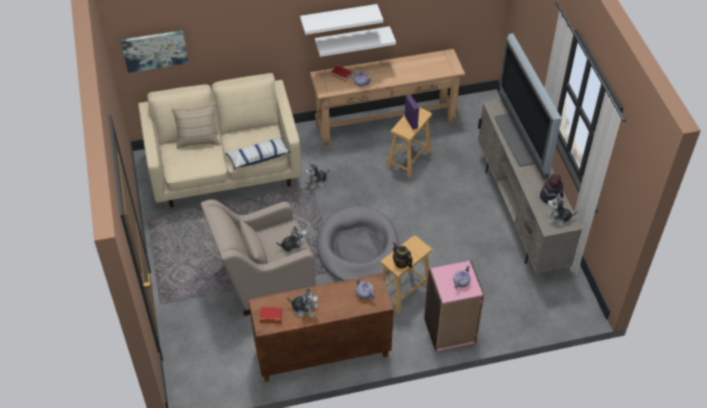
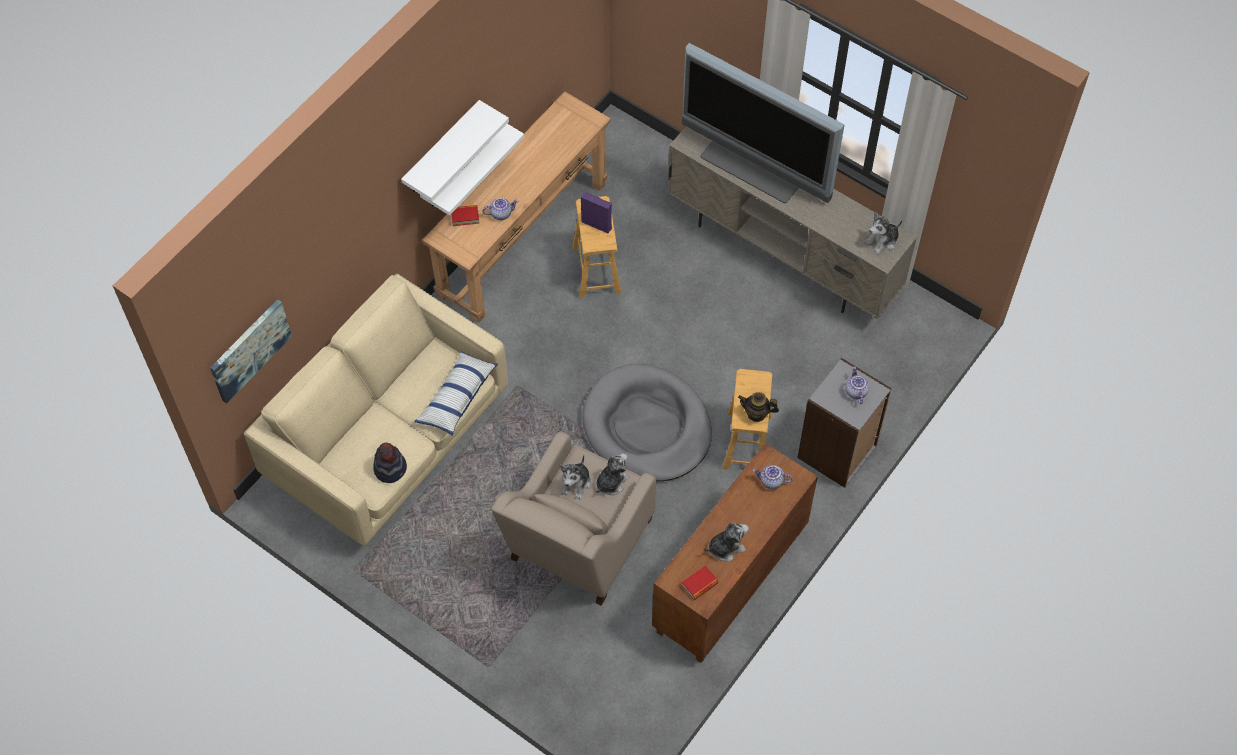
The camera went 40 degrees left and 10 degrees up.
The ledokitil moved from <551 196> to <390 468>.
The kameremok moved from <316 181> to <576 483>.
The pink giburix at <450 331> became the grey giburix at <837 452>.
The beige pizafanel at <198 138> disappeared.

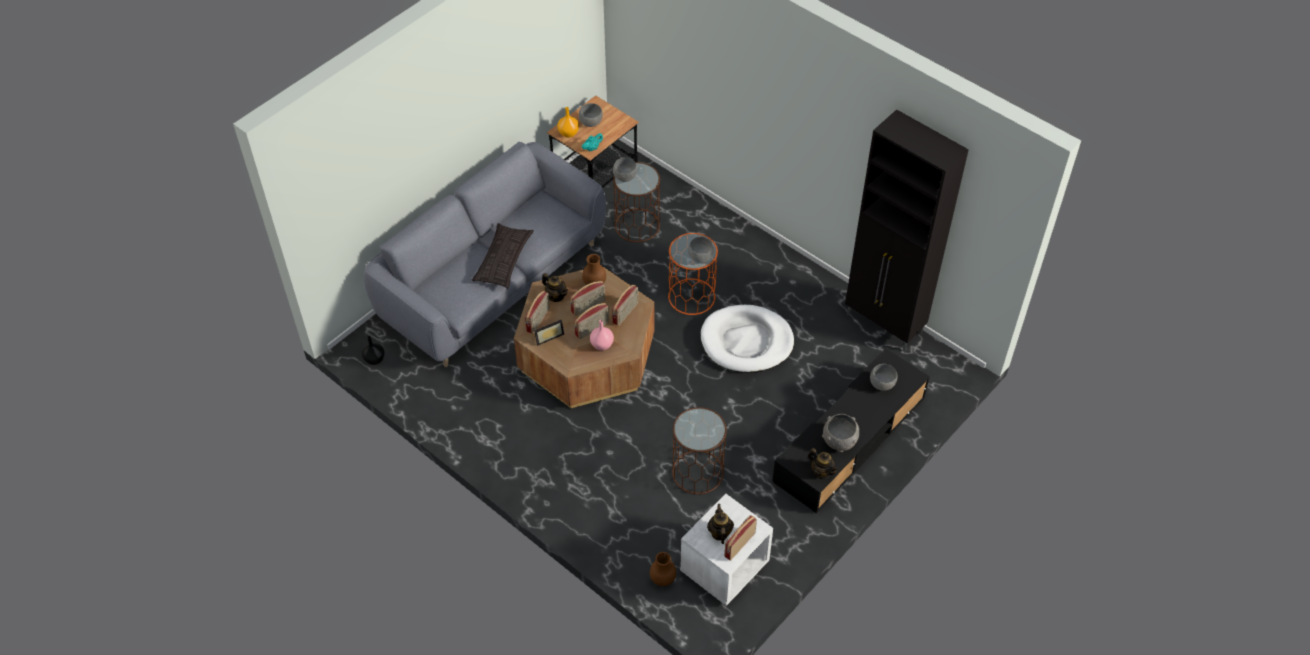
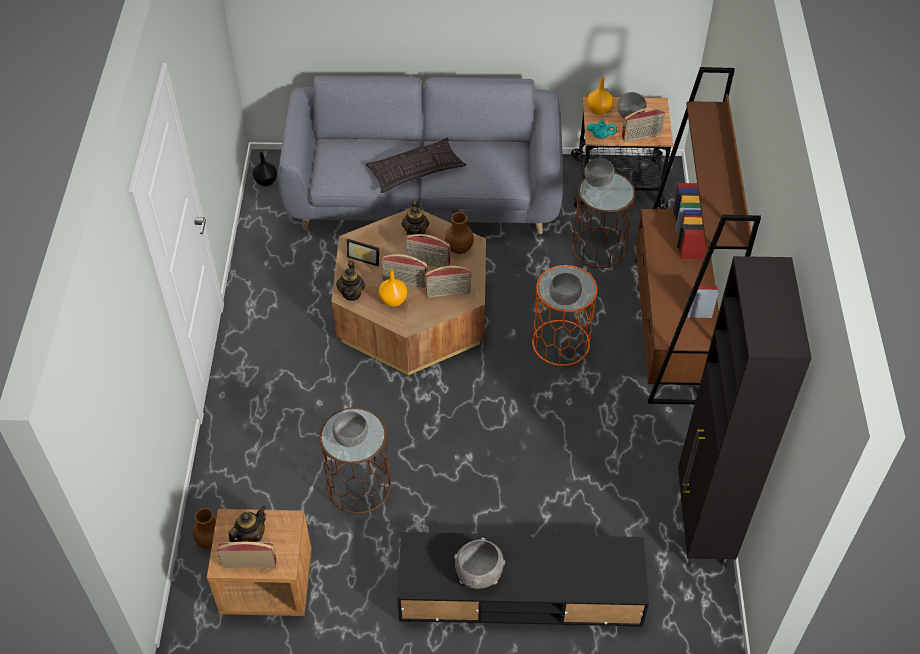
The camera went 50 degrees right and 0 degrees up.
The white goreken at <724 568> became the brown goreken at <266 583>.
The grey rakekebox moved from <882 384> to <352 438>.
The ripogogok moved from <821 472> to <352 293>.
The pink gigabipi at <602 345> became the orange gigabipi at <393 301>.
The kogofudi moved from <538 320> to <642 136>.
The brown giburix at <670 329> appeared.
The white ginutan at <746 342> disappeared.

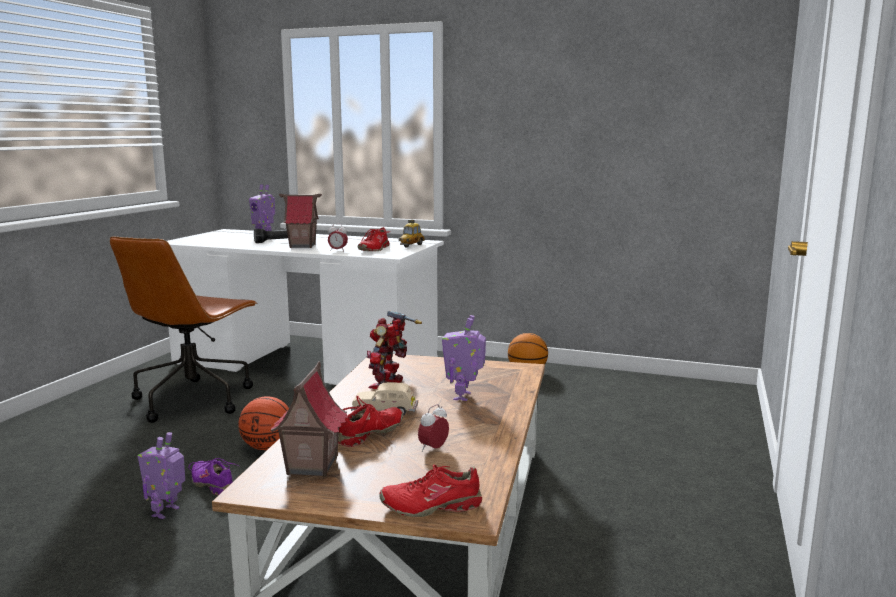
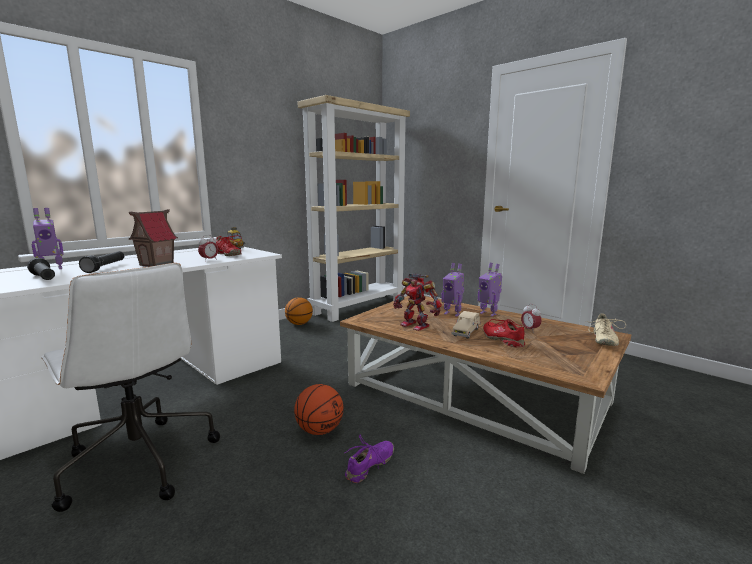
The camera went 65 degrees left and 0 degrees up.
The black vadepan at <44 278> appeared.
The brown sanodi at <194 399> became the white sanodi at <138 461>.
The beige giburix at <359 306> appeared.
The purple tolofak at <213 484> turned 150 degrees clockwise.
The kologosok moved from <167 512> to <488 313>.
The red tolofak at <431 506> became the beige tolofak at <603 340>.
The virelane at <311 466> disappeared.

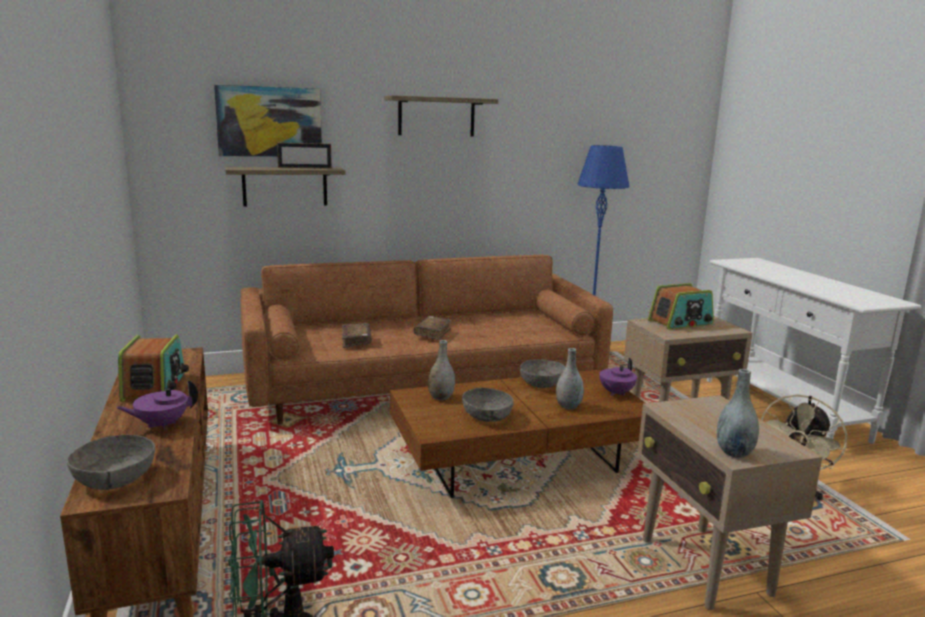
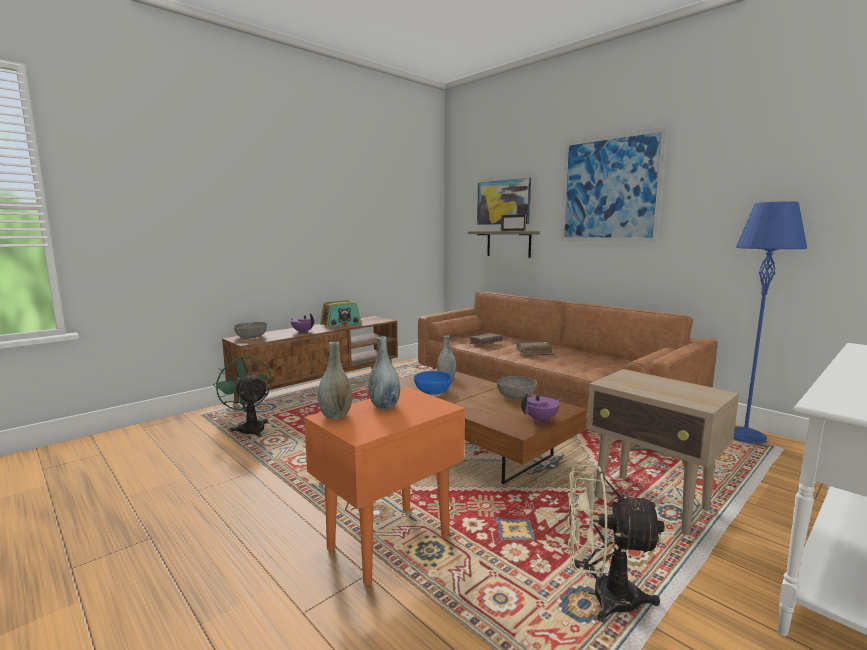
The camera went 65 degrees right and 5 degrees down.
The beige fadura at <705 567> became the orange fadura at <387 543>.
The grey gigabipi moved from <568 406> to <384 406>.
The grey rakekebox at <487 417> became the blue rakekebox at <433 391>.
The purple ripogogok at <615 393> turned 135 degrees clockwise.
The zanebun at <436 116> was replaced by the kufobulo at <609 189>.
The kogofudi at <681 322> disappeared.

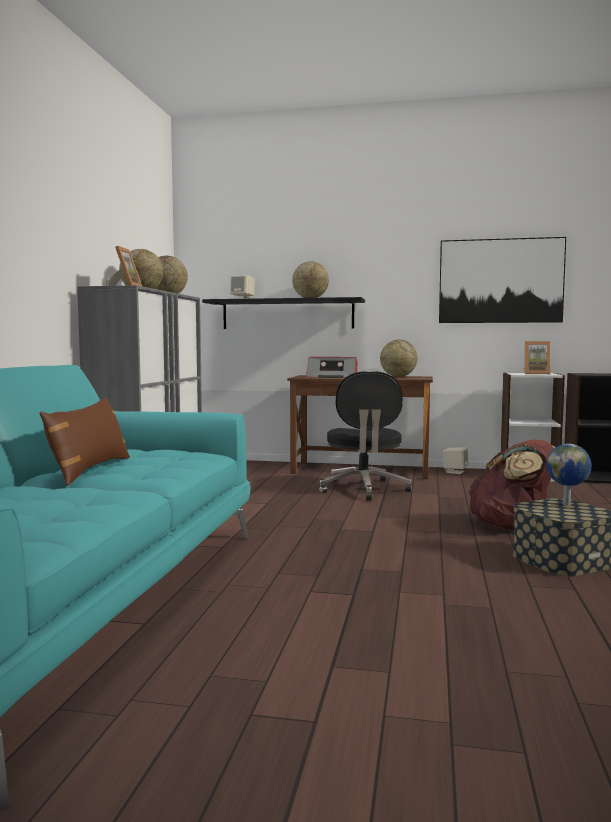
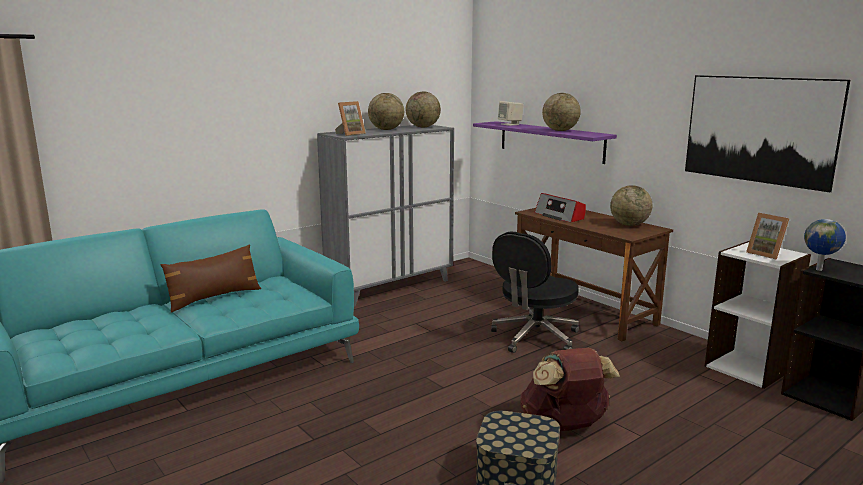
The camera went 40 degrees right and 10 degrees up.
The black zanebun at <287 314> became the purple zanebun at <550 141>.
The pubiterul moved from <567 504> to <820 269>.
The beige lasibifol at <455 472> disappeared.

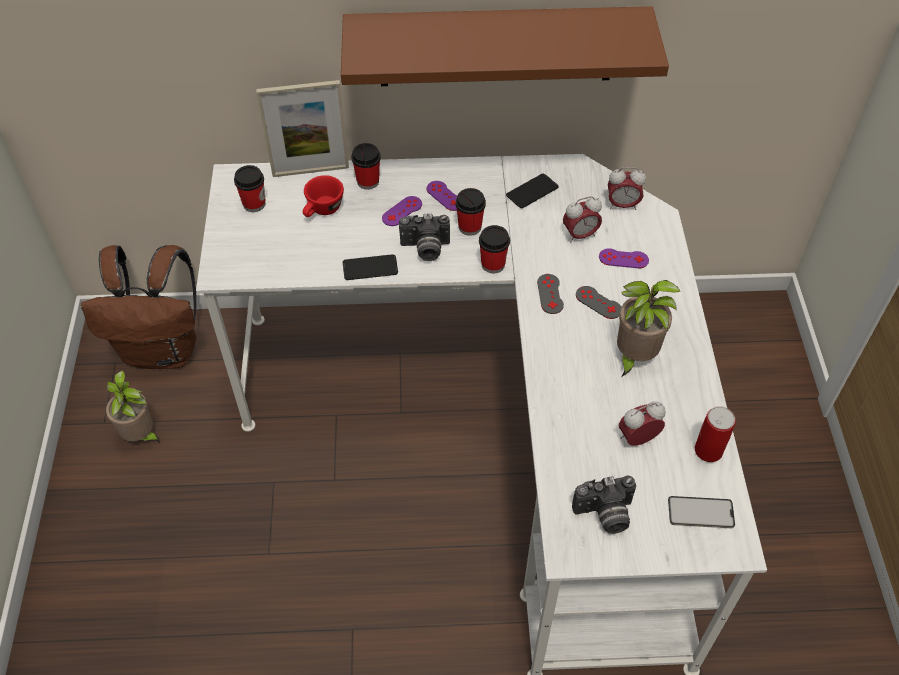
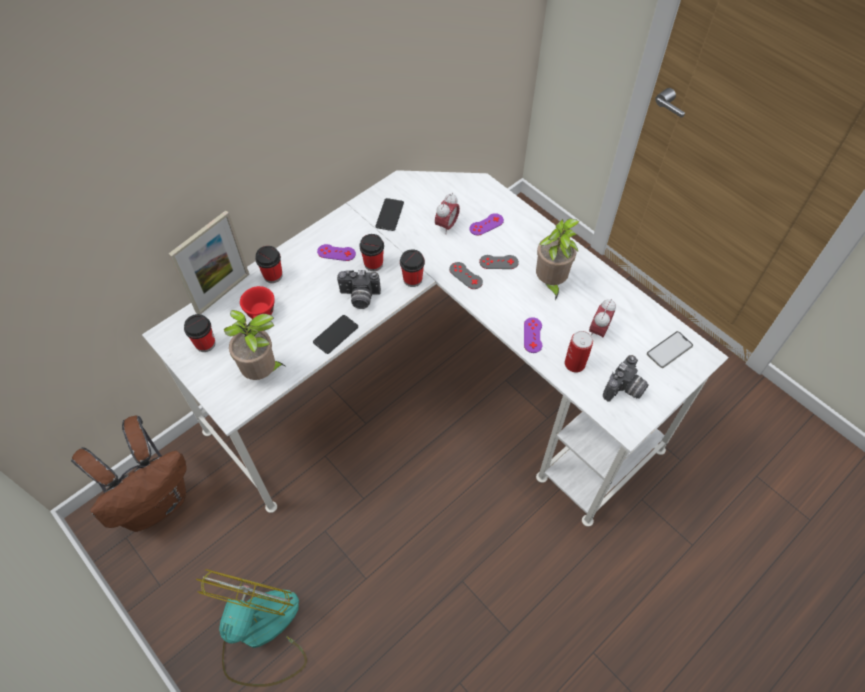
The camera went 40 degrees left and 5 degrees up.
The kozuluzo at <260 633> appeared.
The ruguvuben moved from <141 436> to <263 372>.
The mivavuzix at <425 249> turned 45 degrees clockwise.
The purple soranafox moved from <402 211> to <533 335>.
The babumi moved from <708 450> to <574 363>.
The brown zanebun at <496 46> disappeared.
The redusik at <622 205> disappeared.

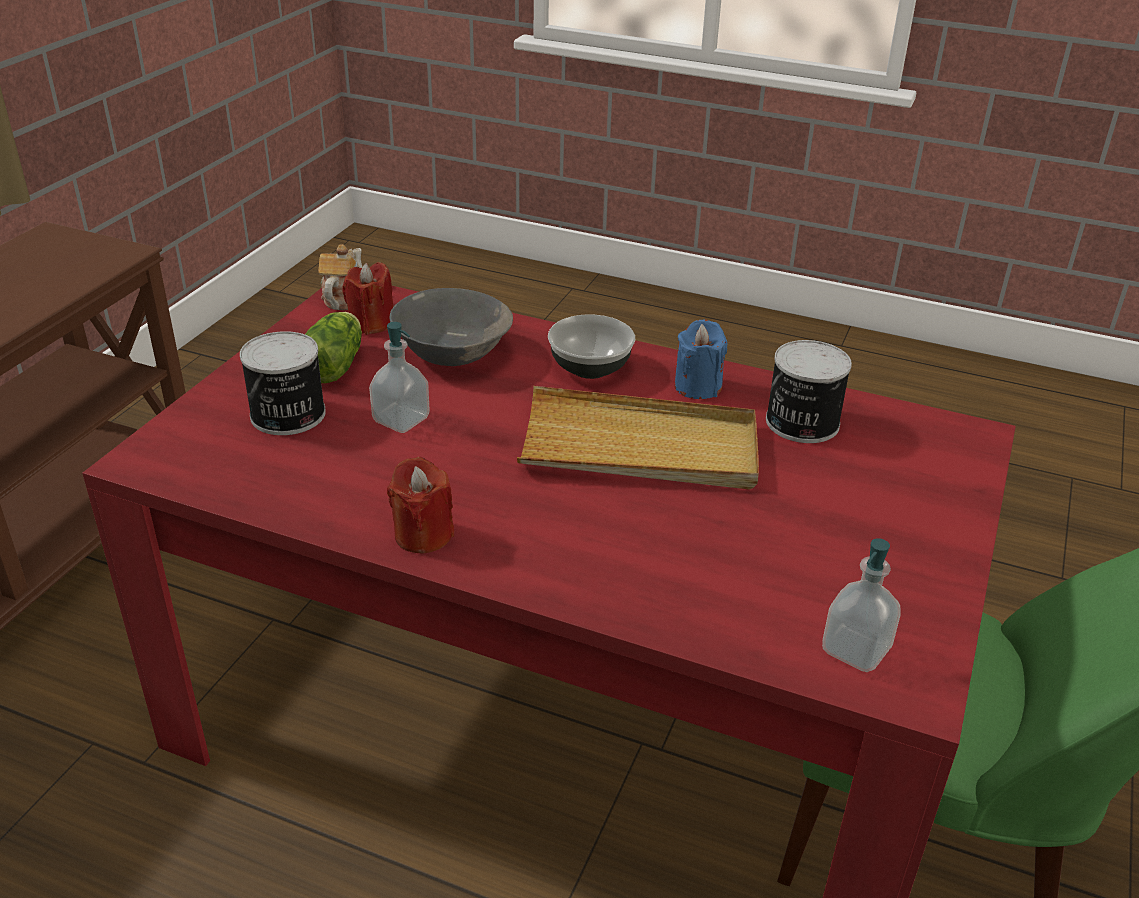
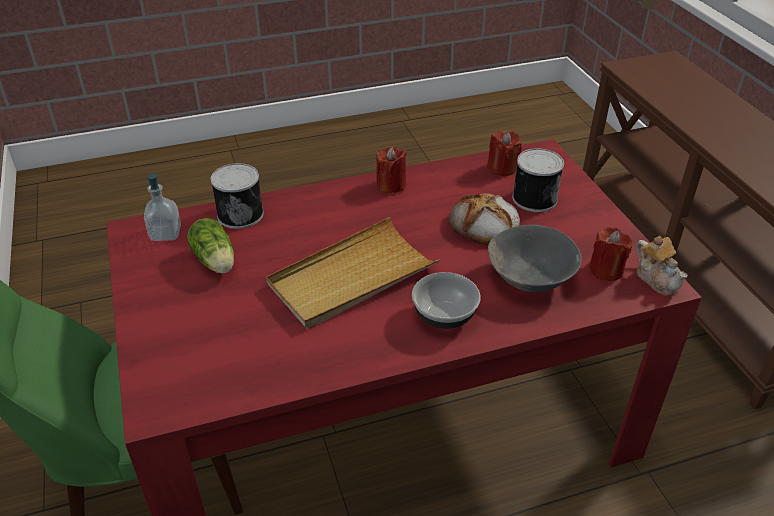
The camera went 140 degrees right and 5 degrees up.
The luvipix moved from <335 364> to <216 262>.
The babumi moved from <801 423> to <240 213>.
The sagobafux at <401 420> was replaced by the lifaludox at <484 224>.
The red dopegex at <502 168> appeared.
The blue dopegex at <697 387> disappeared.

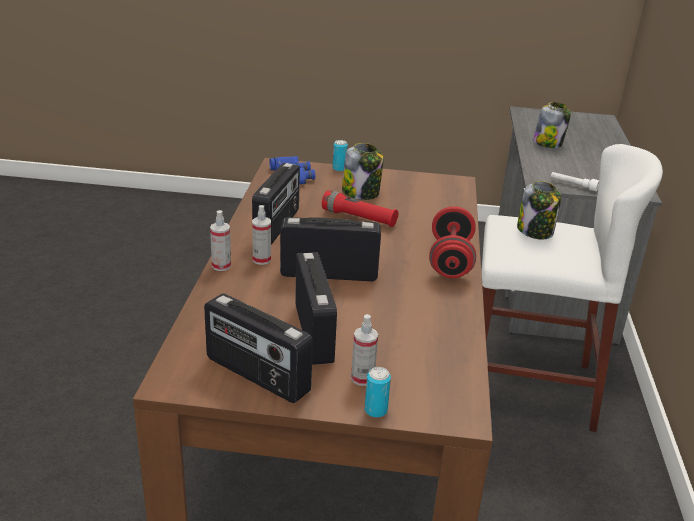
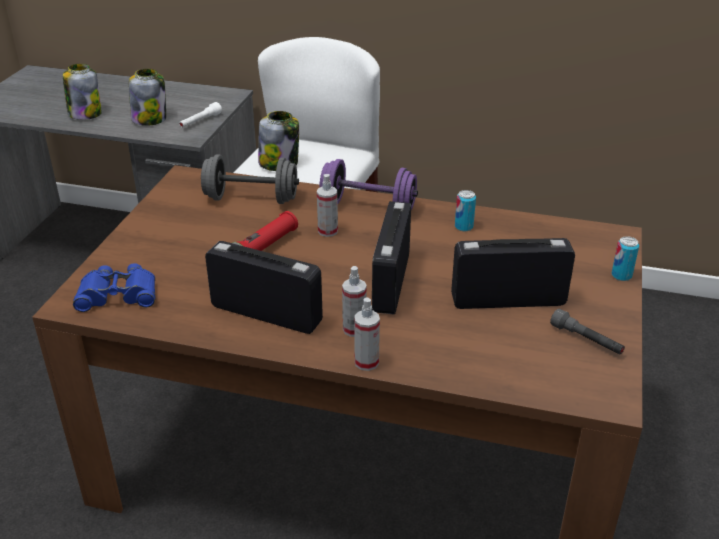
The camera went 80 degrees left and 5 degrees up.
The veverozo moved from <361 193> to <150 119>.
The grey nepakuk at <251 199> appeared.
The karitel moved from <362 378> to <328 231>.
The red nepakuk at <450 260> became the purple nepakuk at <368 206>.
The babumi moved from <339 169> to <464 227>.
The kogofudi at <256 375> was replaced by the grey vadepan at <586 340>.

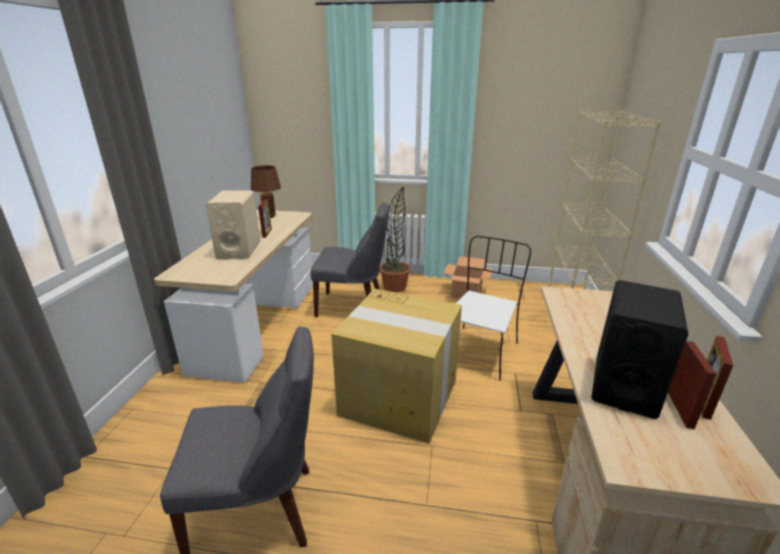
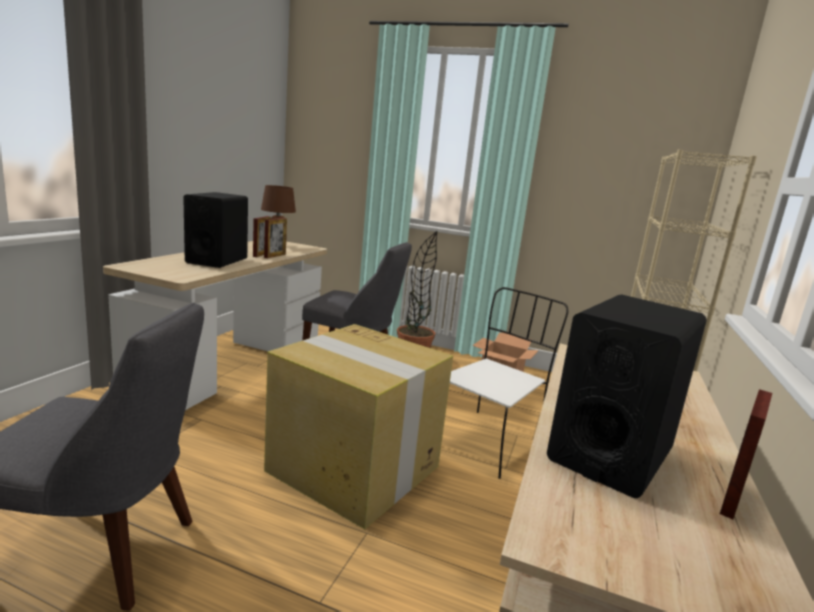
The camera went 10 degrees right and 10 degrees down.
The beige lasibifol at <239 250> became the black lasibifol at <217 261>.
The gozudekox moved from <680 409> to <275 256>.

